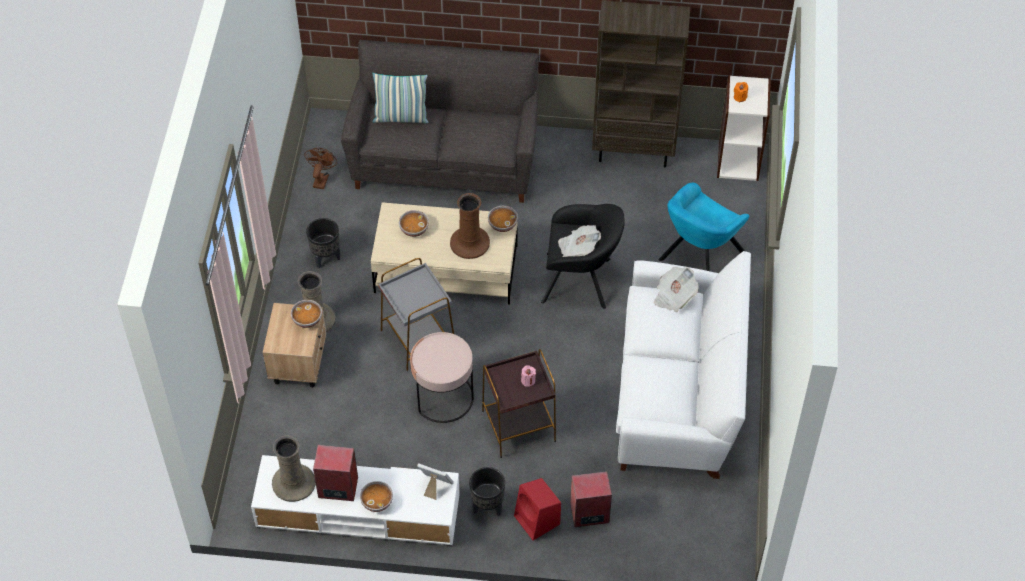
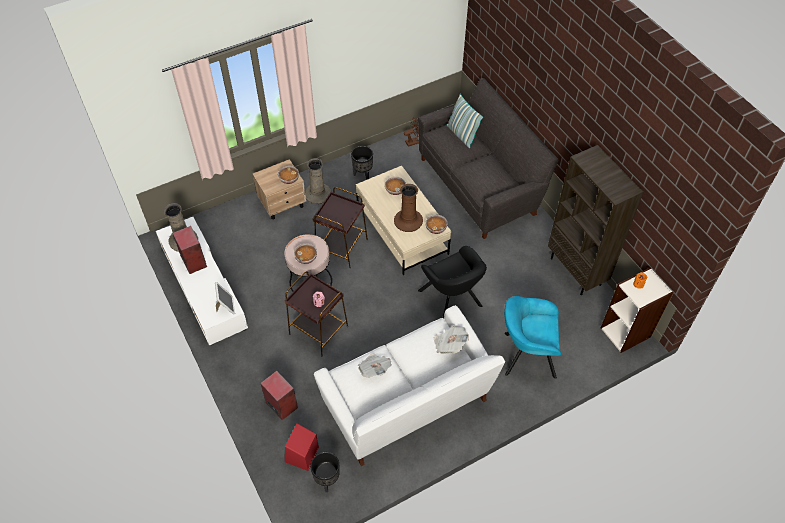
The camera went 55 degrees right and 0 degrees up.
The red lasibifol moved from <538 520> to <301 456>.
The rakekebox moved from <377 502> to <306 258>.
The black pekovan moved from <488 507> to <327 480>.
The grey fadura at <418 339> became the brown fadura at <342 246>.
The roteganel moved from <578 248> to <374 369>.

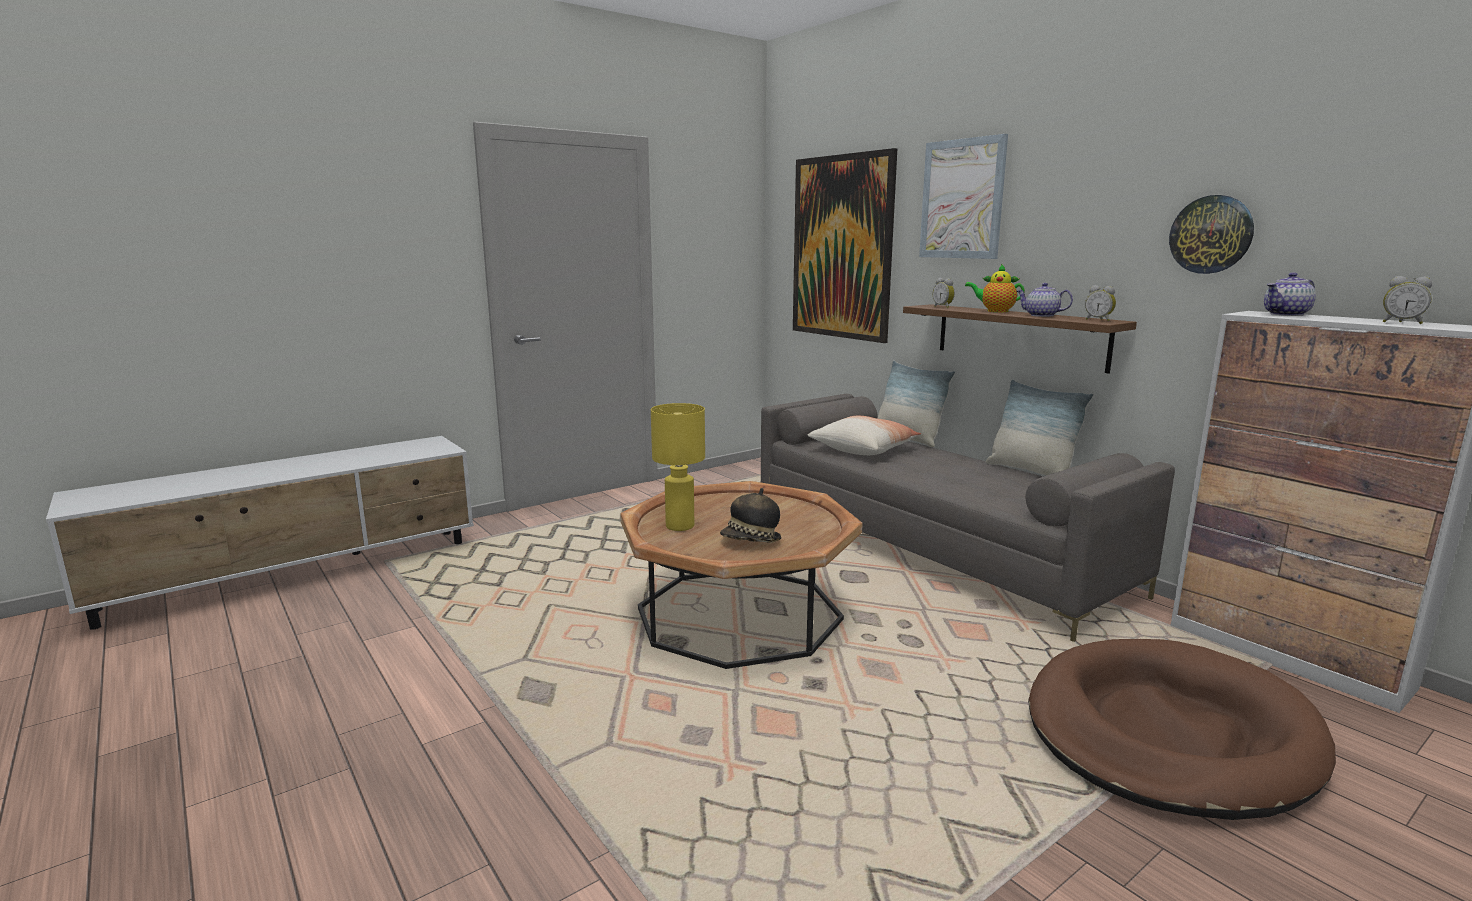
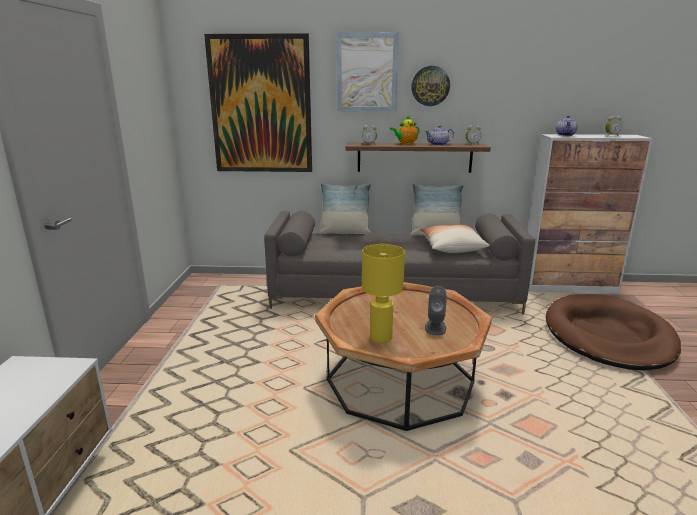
The camera went 50 degrees left and 5 degrees up.
The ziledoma moved from <1211 234> to <430 86>.
The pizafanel moved from <864 449> to <451 248>.
The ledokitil at <751 541> was replaced by the grey lasibifol at <435 327>.

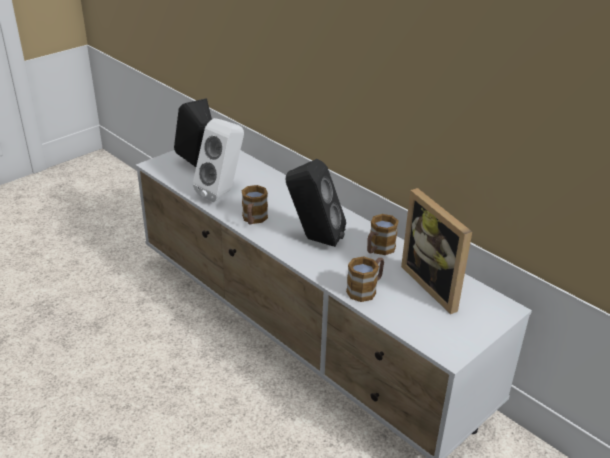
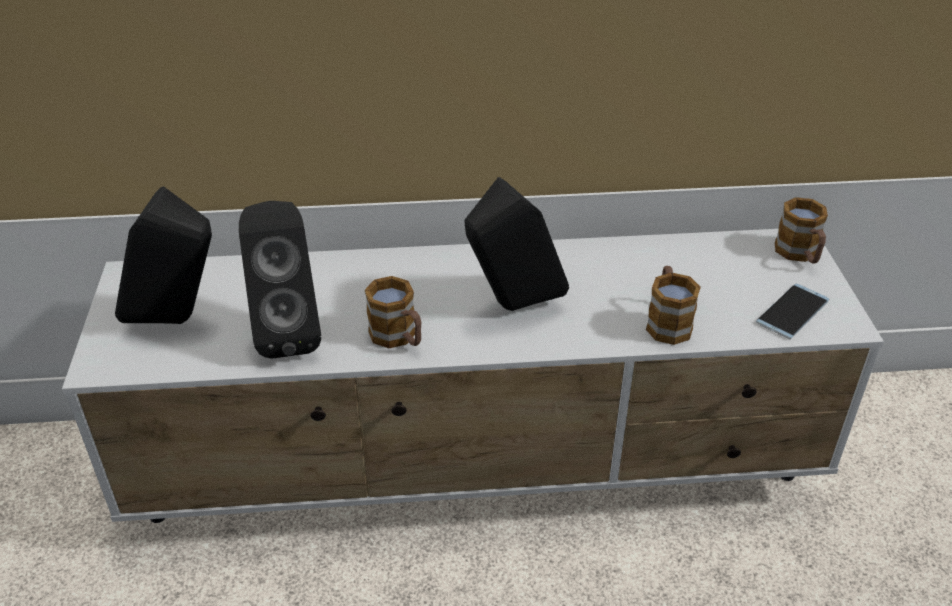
The camera went 50 degrees left and 5 degrees up.
The white lasibifol at <223 193> became the black lasibifol at <288 332>.
The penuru at <792 311> appeared.
The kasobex moved from <378 249> to <799 254>.
The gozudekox at <436 285> disappeared.

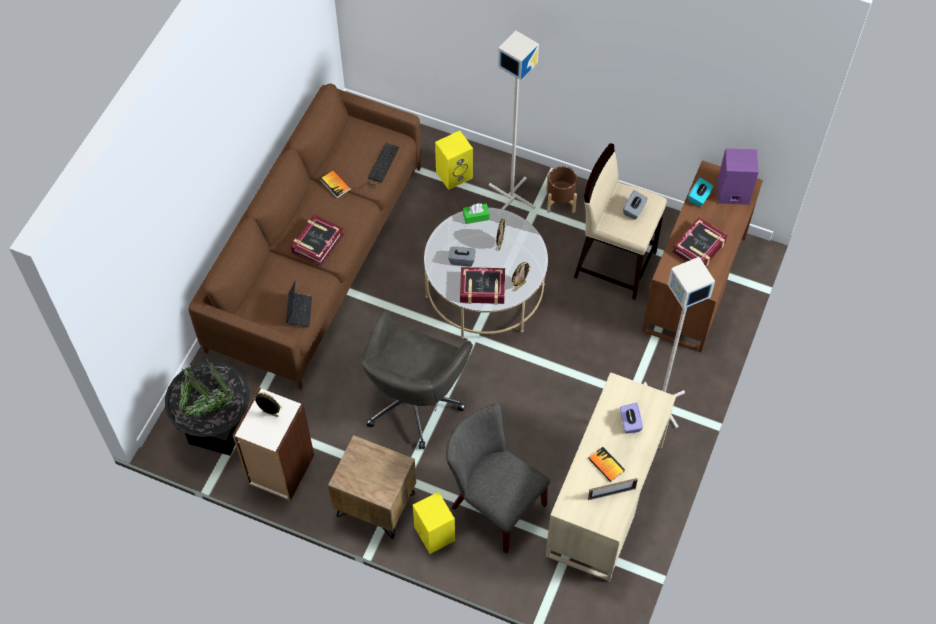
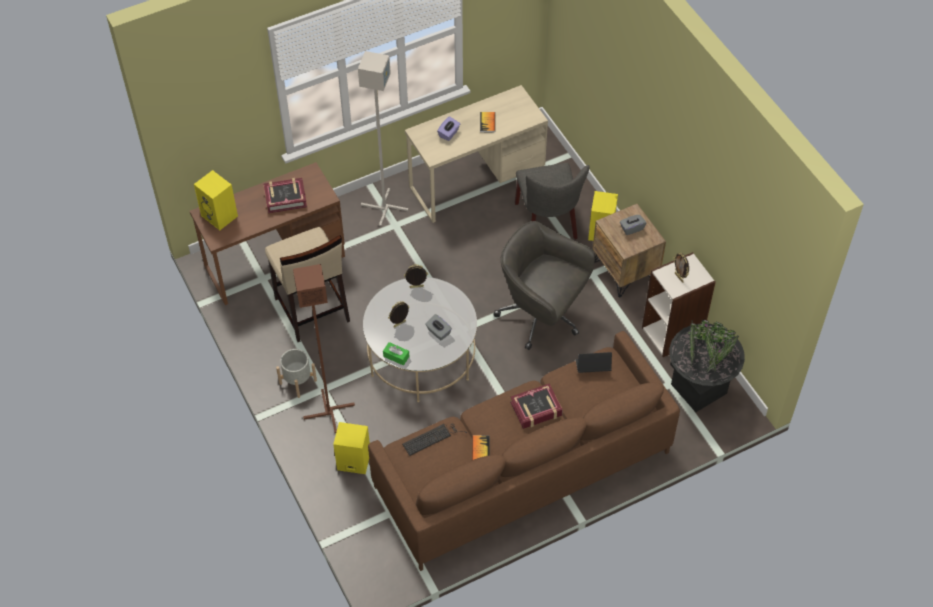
The camera went 140 degrees left and 5 degrees down.
The purple lasibifol at <732 193> became the yellow lasibifol at <220 216>.
The brown pekovan at <560 201> became the grey pekovan at <297 382>.
The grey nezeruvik at <512 195> became the brown nezeruvik at <328 412>.
The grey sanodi at <415 400> turned 120 degrees counterclockwise.
The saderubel at <299 311> turned 45 degrees clockwise.
The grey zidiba moved from <634 210> to <632 228>.
The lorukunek at <482 289> disappeared.
The gozudekox at <611 493> disappeared.
The turquoise zidiba at <699 197> disappeared.

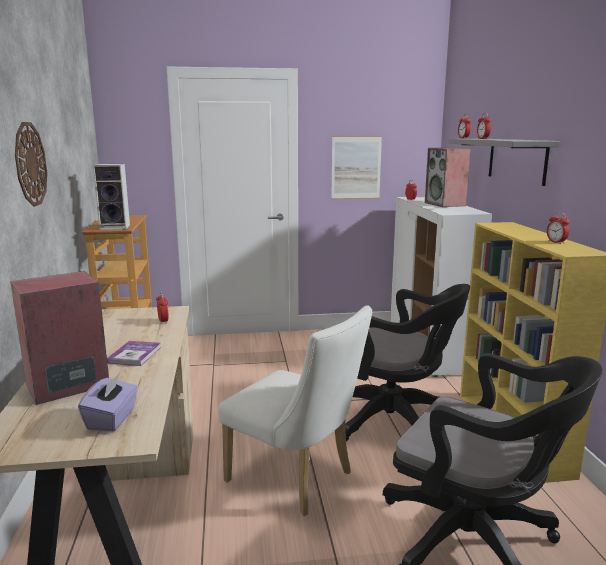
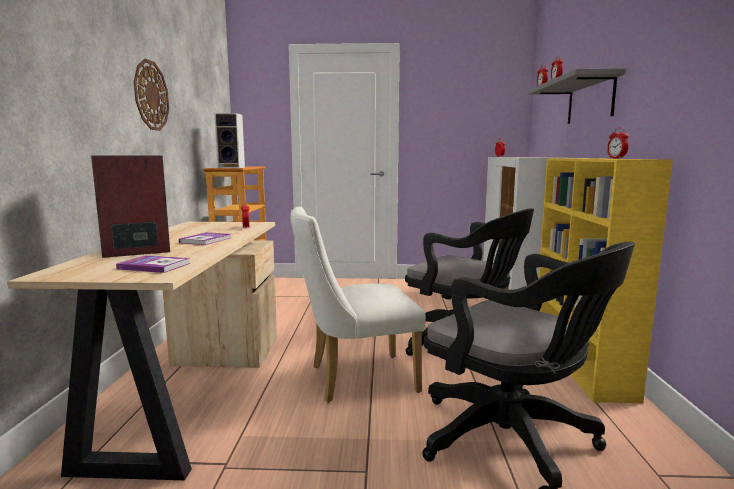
The camera went 10 degrees right and 5 degrees down.
The purple zidiba at <112 419> was replaced by the lorukunek at <154 266>.
The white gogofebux at <297 480> turned 120 degrees clockwise.
The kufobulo at <356 167> disappeared.
The lasibifol at <445 204> disappeared.

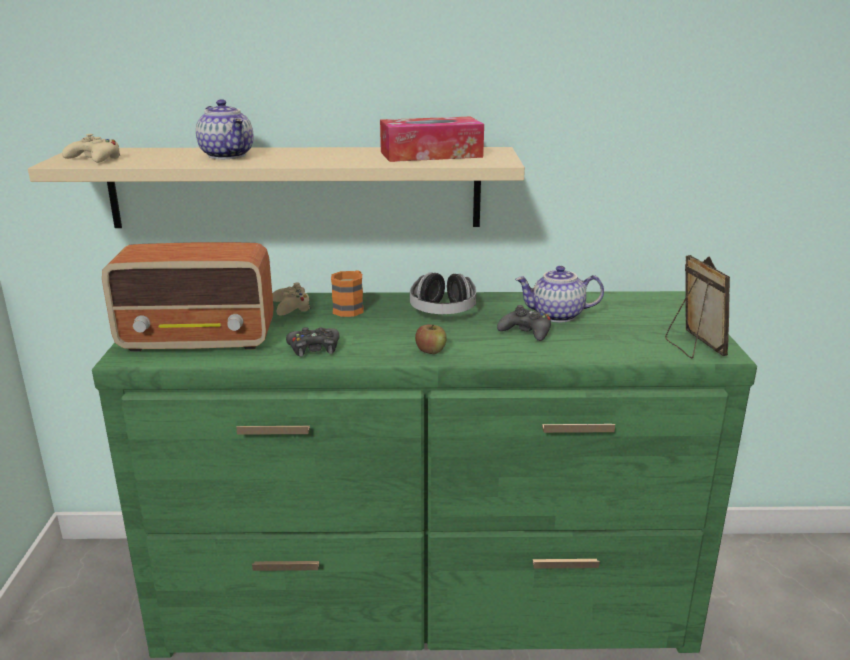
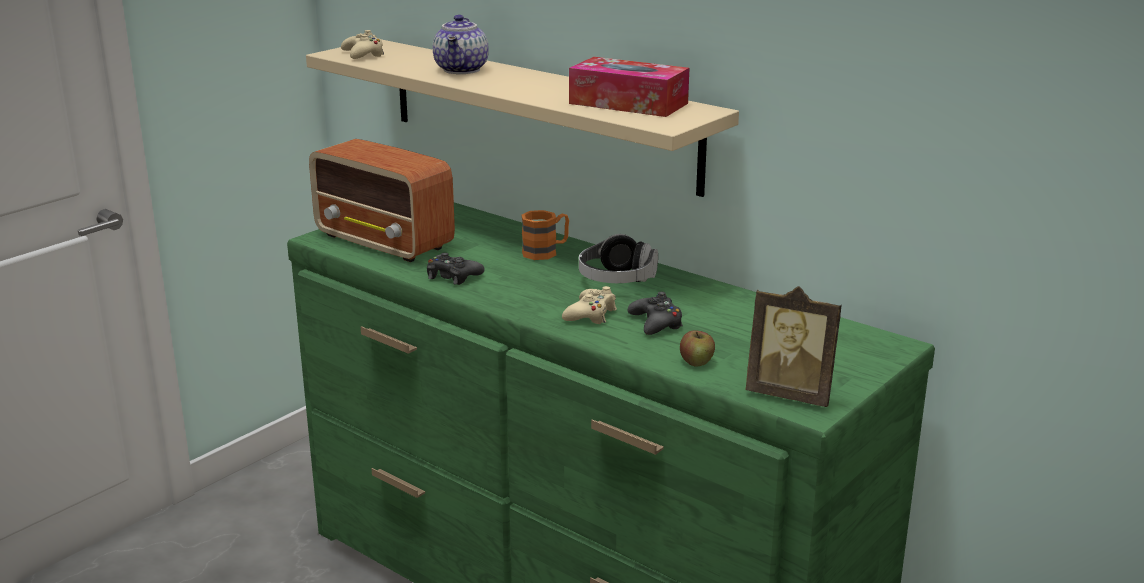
The camera went 40 degrees right and 0 degrees up.
The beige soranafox moved from <291 307> to <591 314>.
The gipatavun moved from <431 350> to <696 362>.
The gozudekox at <692 347> turned 90 degrees clockwise.
The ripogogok at <557 316> disappeared.

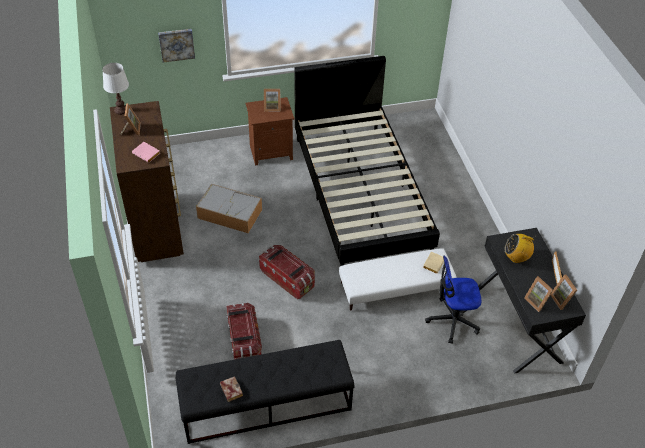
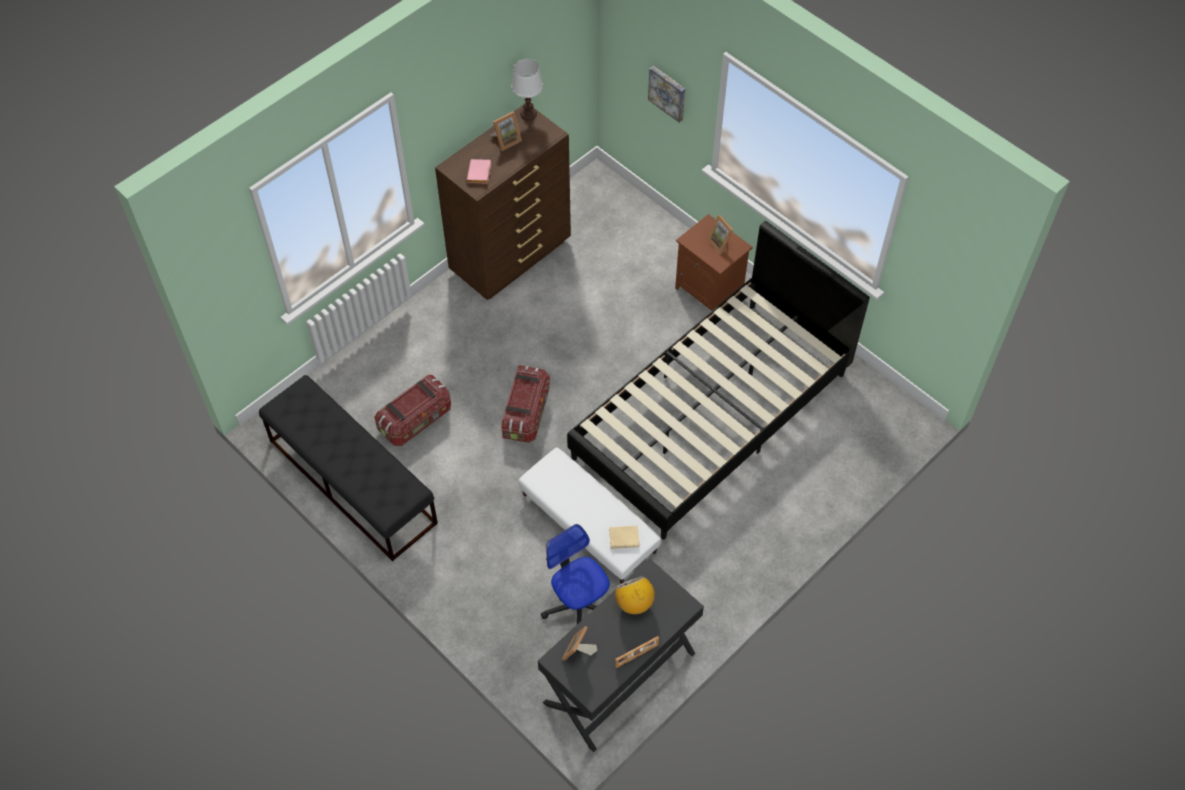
The camera went 60 degrees right and 10 degrees up.
The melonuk at <231 214> disappeared.
The lorukunek at <230 390> disappeared.
The gozudekox at <562 300> disappeared.

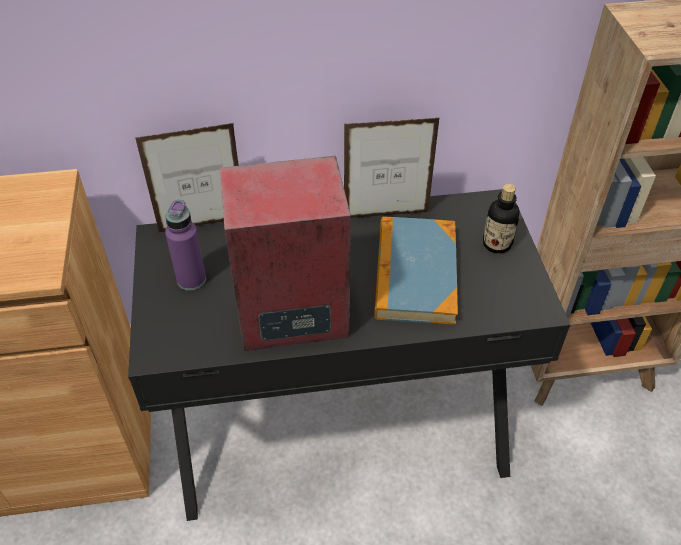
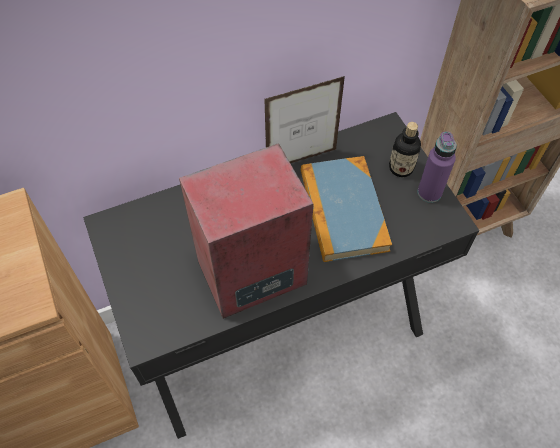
The camera went 15 degrees left and 10 degrees up.
The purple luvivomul moved from <191 280> to <429 192>.
The gozudekox at <203 225> disappeared.

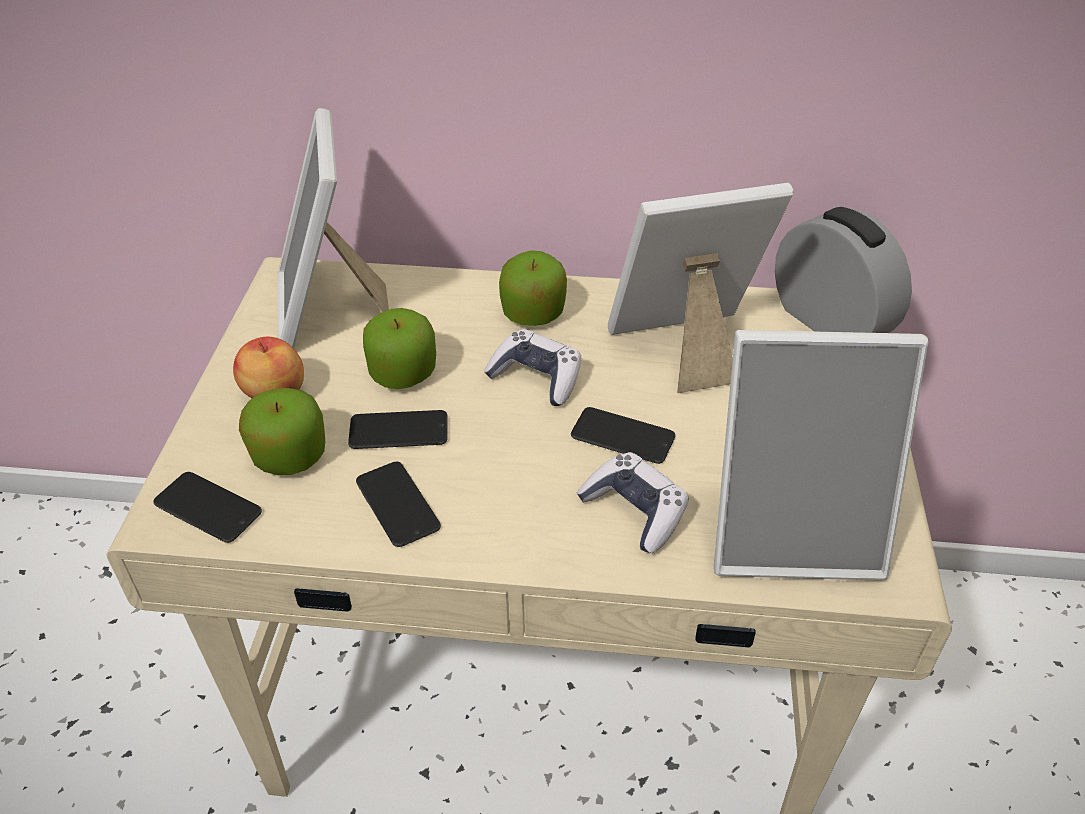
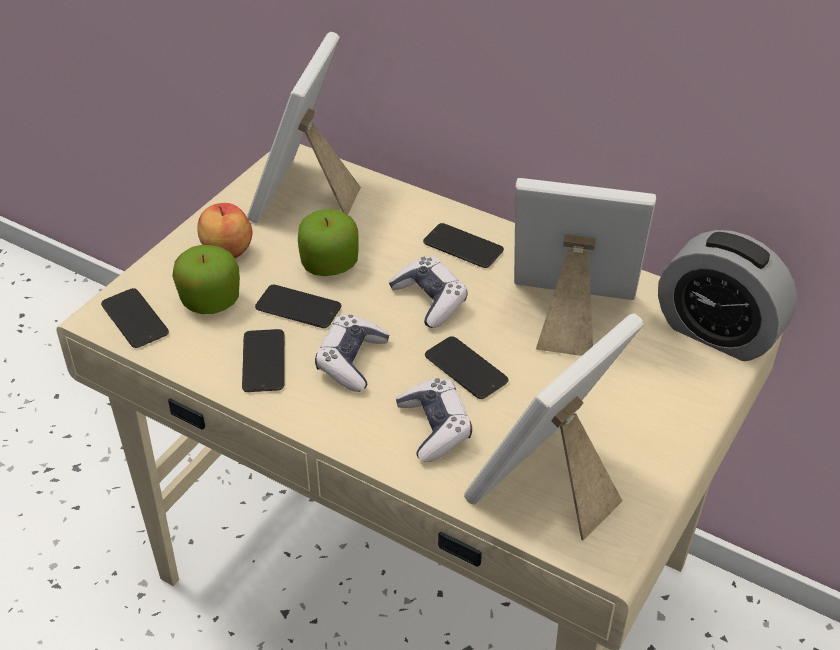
The camera went 25 degrees right and 0 degrees up.
The soranafox at <351 361> appeared.
The gipatavun at <533 313> was replaced by the penuru at <463 247>.
The gozudekox at <792 531> turned 105 degrees clockwise.
The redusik at <829 322> turned 135 degrees clockwise.

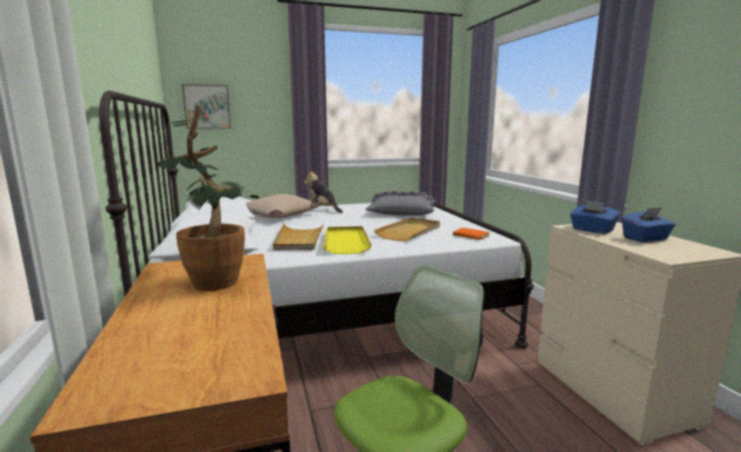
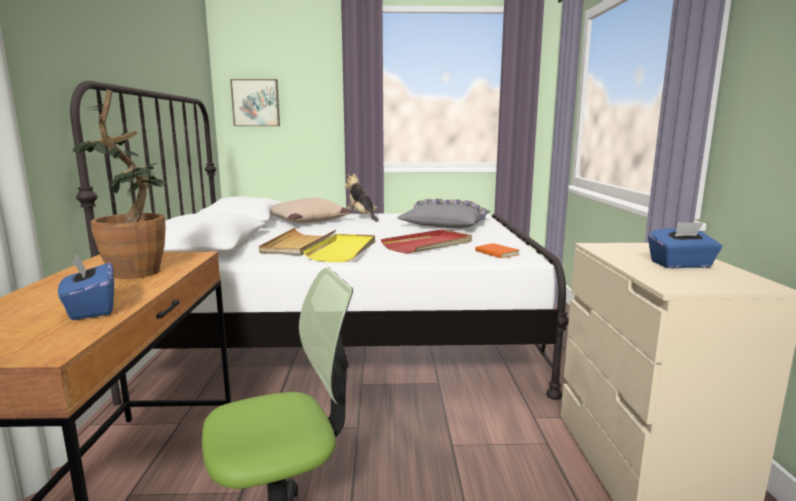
The camera went 15 degrees right and 0 degrees up.
The blue zidiba moved from <592 230> to <91 309>.
The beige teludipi at <410 232> became the red teludipi at <428 244>.

